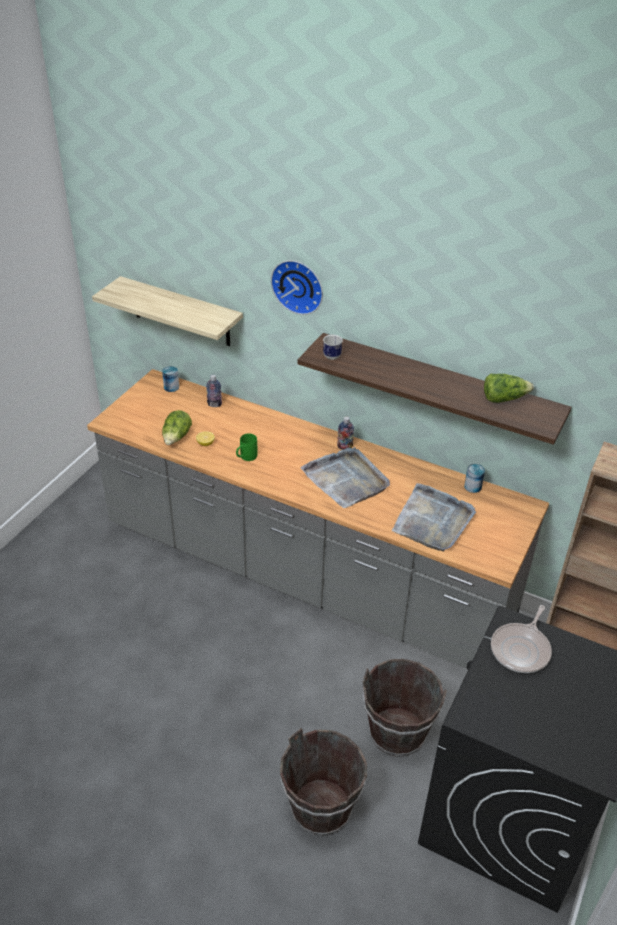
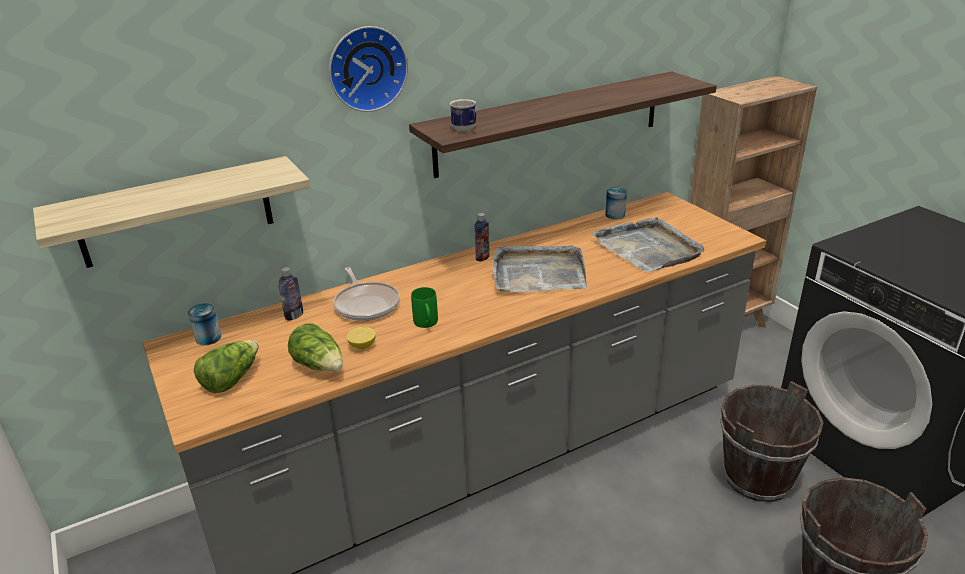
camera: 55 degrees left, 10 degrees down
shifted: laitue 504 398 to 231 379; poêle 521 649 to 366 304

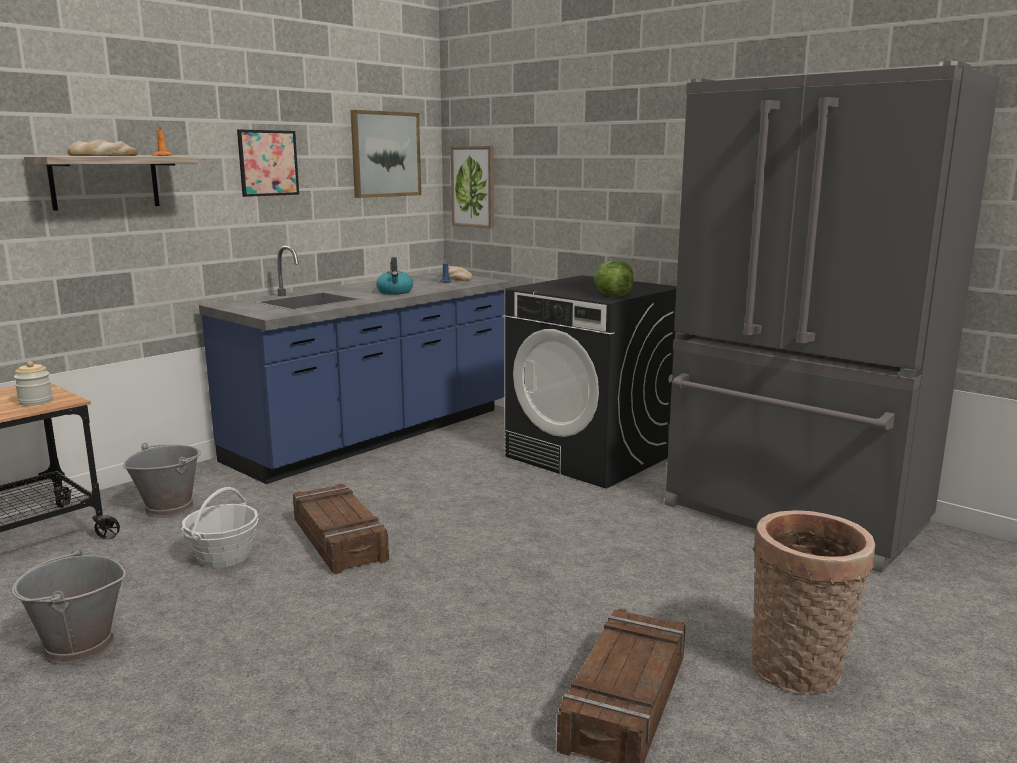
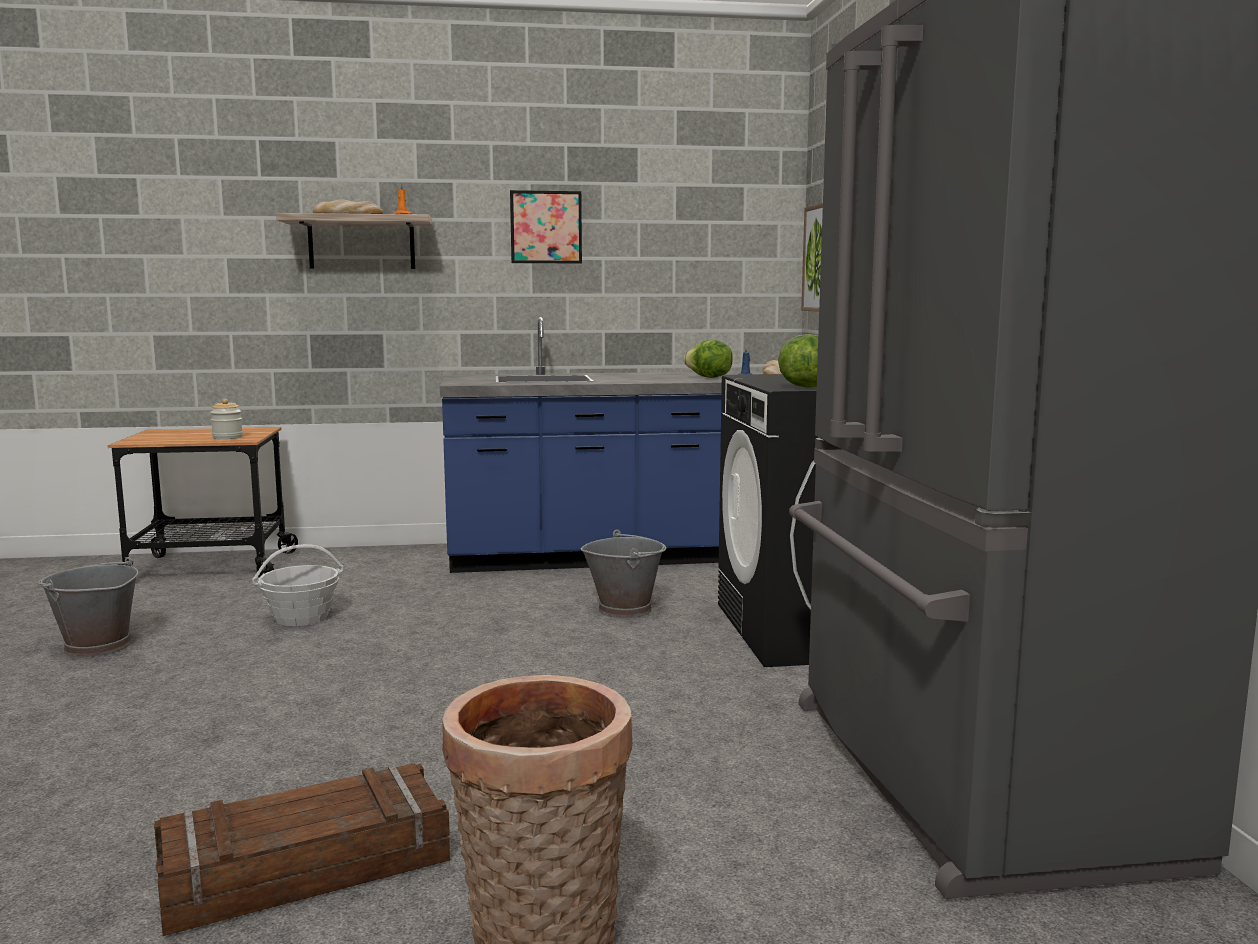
camera: 40 degrees right, 5 degrees down
gone: caisse 340 539; tableau 385 154; bouilloire 395 292
new: laitue 709 378
shifted: seau/gris 169 508 to 625 609

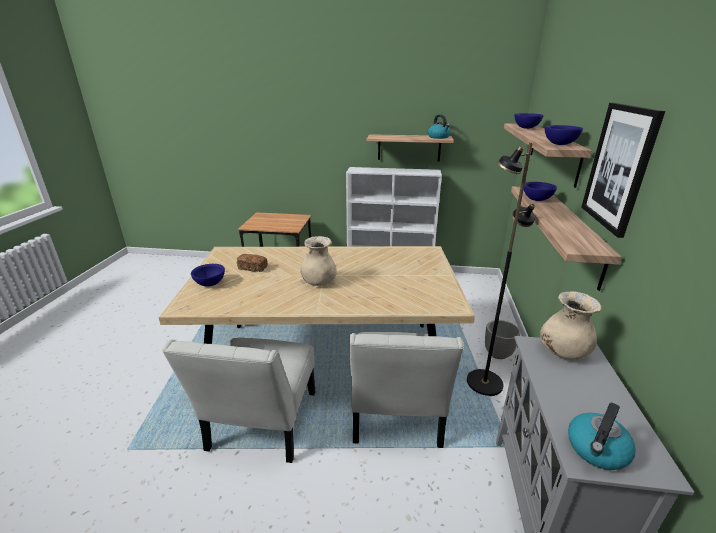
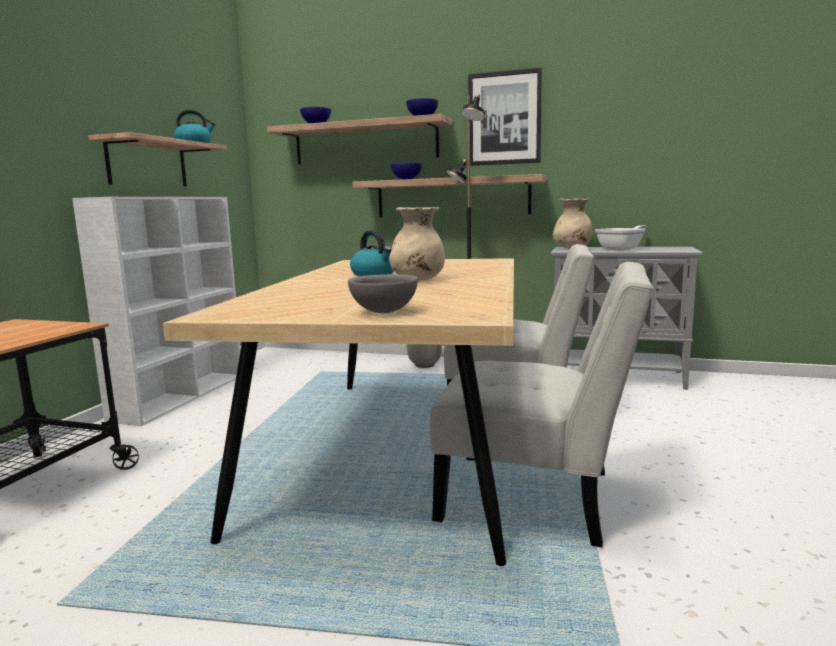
camera: 80 degrees left, 15 degrees down
gone: pain 253 268
new: poêle 622 249
shifted: bouilloire 596 450 to 374 274
repainted: bol/bleu 210 284 to bol/gris 383 312

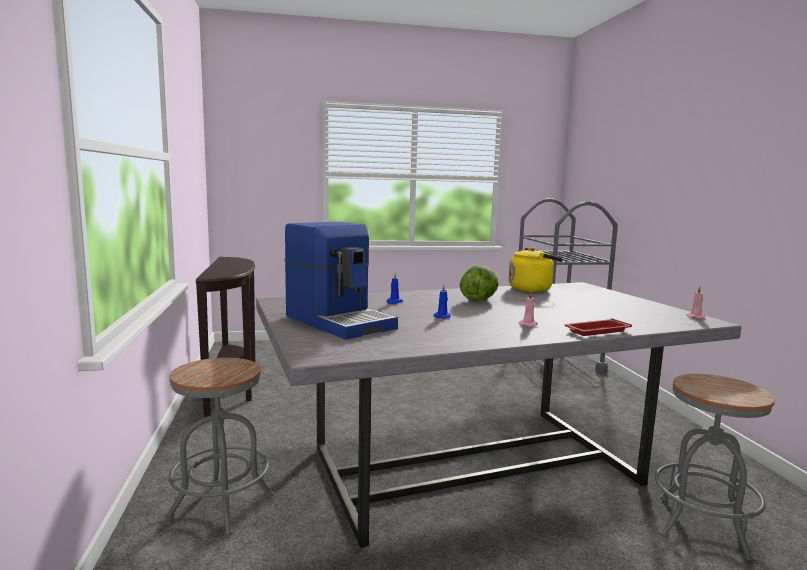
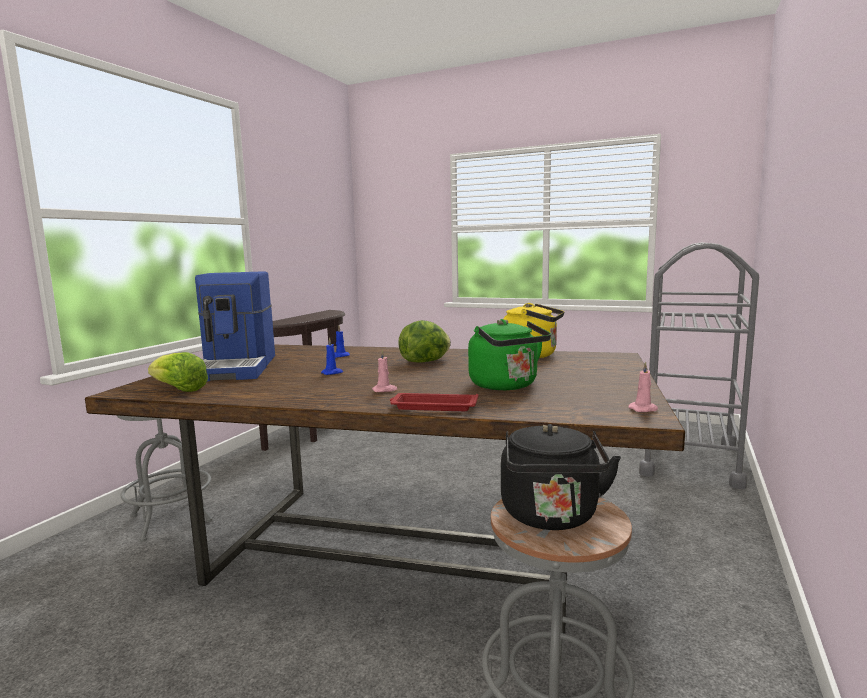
camera: 35 degrees right, 0 degrees up
new: laitue 179 389; bouilloire/vert 506 386; bouilloire/noir 551 517
repainted: table à manger/gris 477 465 to table à manger/marron 403 550

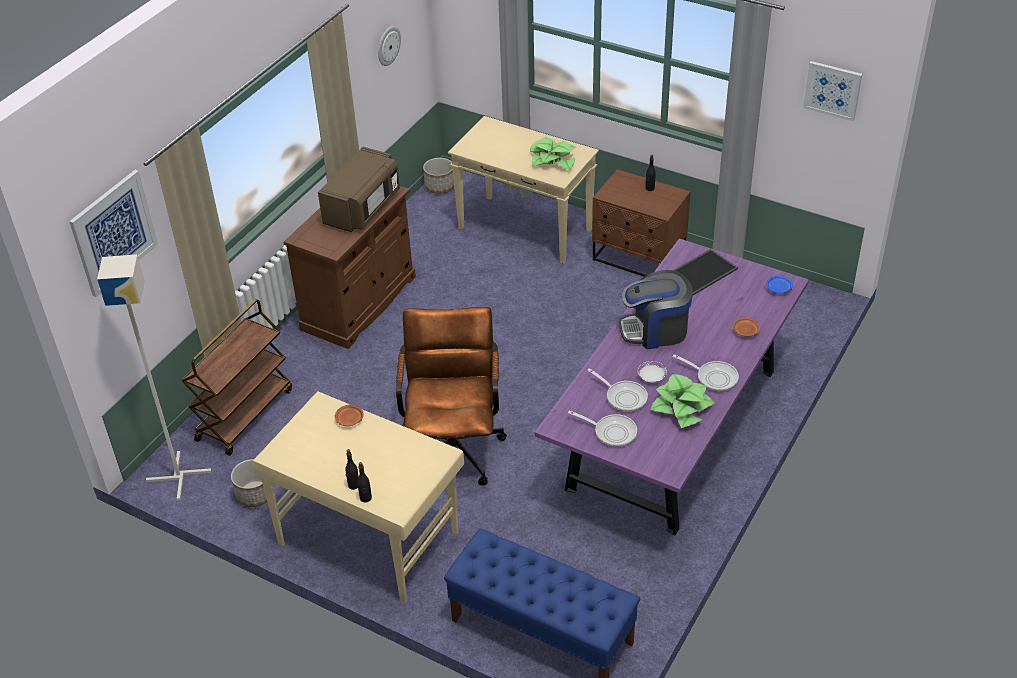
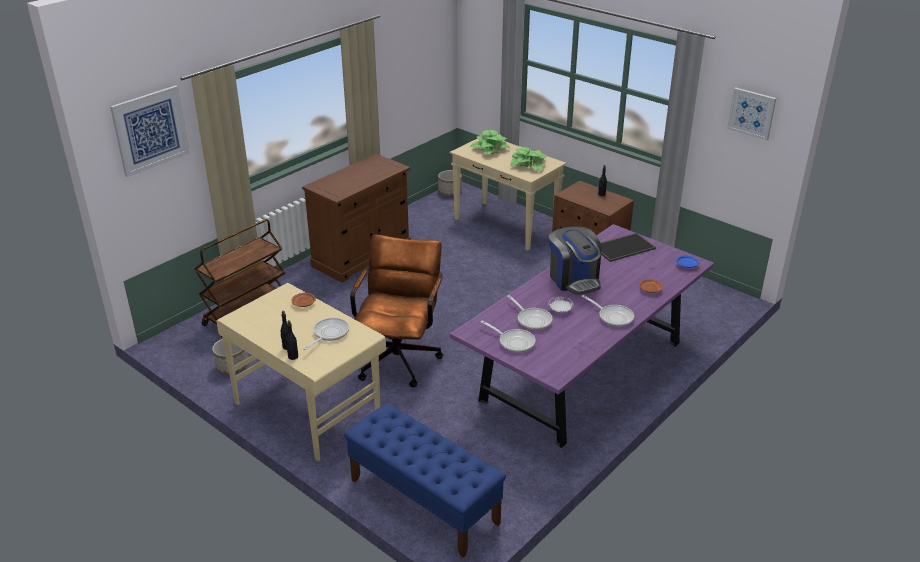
camera: 10 degrees right, 10 degrees down
gone: lampadaire/gris 179 475; micro-ondes/marron 363 208; horloge murale 388 45
new: poêle 329 334
shifted: plante en pot 681 407 to 490 149
rotated: machine à café 655 330 = 574 279 120 degrees counterclockwise

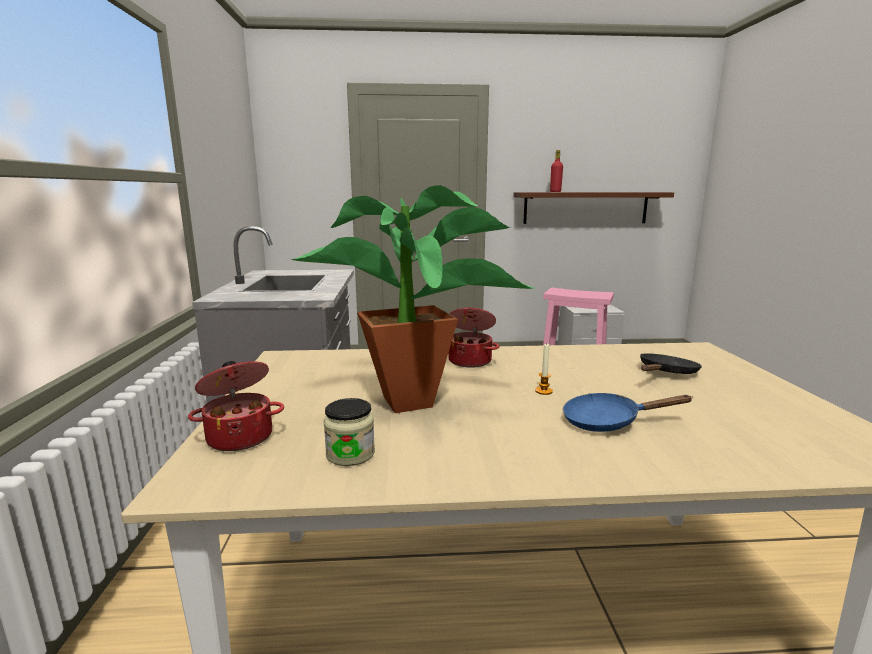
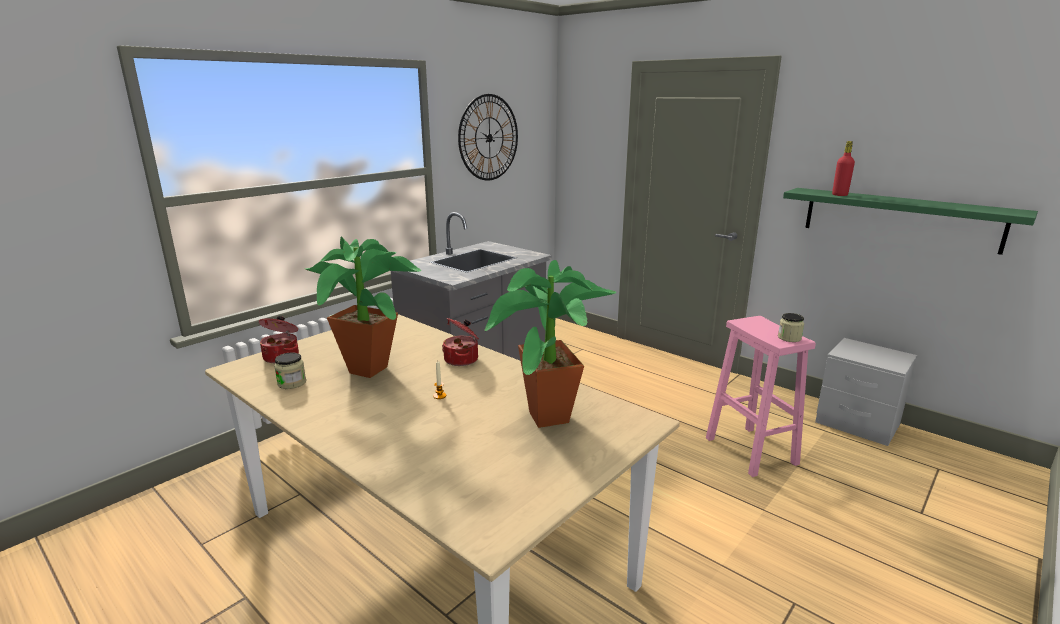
camera: 45 degrees right, 5 degrees up
gone: poêle/bleu 607 422
new: horloge murale 489 138; bocal 789 338
swapped: poêle/noir 666 373 to plante en pot 547 422
repainted: étagère/marron 585 207 to étagère/vert 899 219

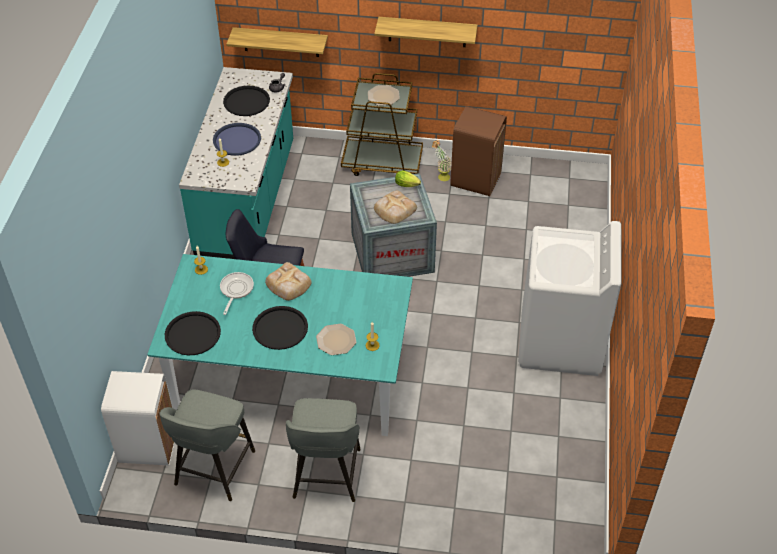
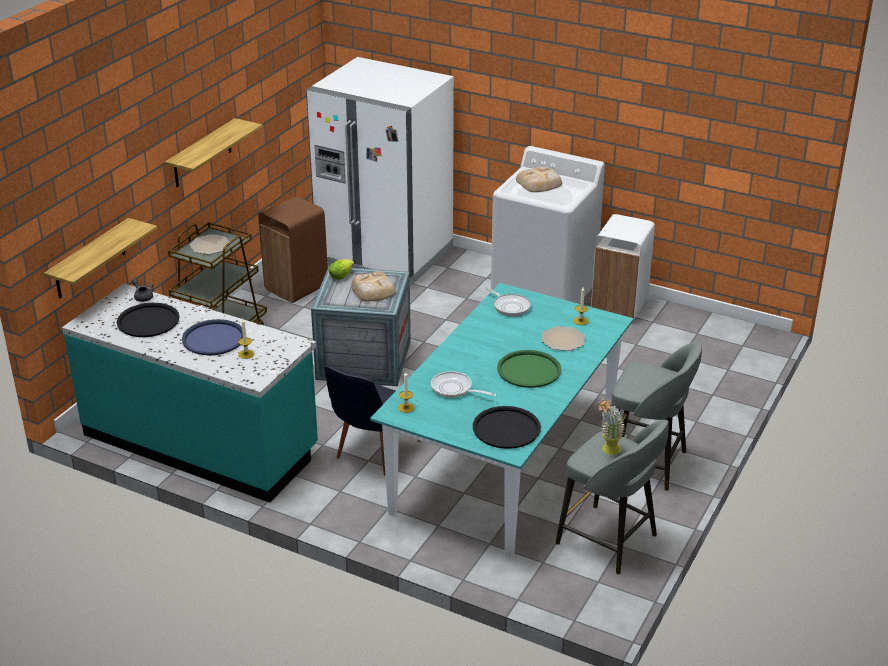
camera: 70 degrees left, 15 degrees down
new: réfrigérateur/blanc 385 255; poêle 510 306
shifted: pain 288 284 to 540 183; poubelle/blanc 148 446 to 620 306; plante en pot 440 176 to 608 451
repainted: plateau/noir 280 328 to plateau/vert 529 370

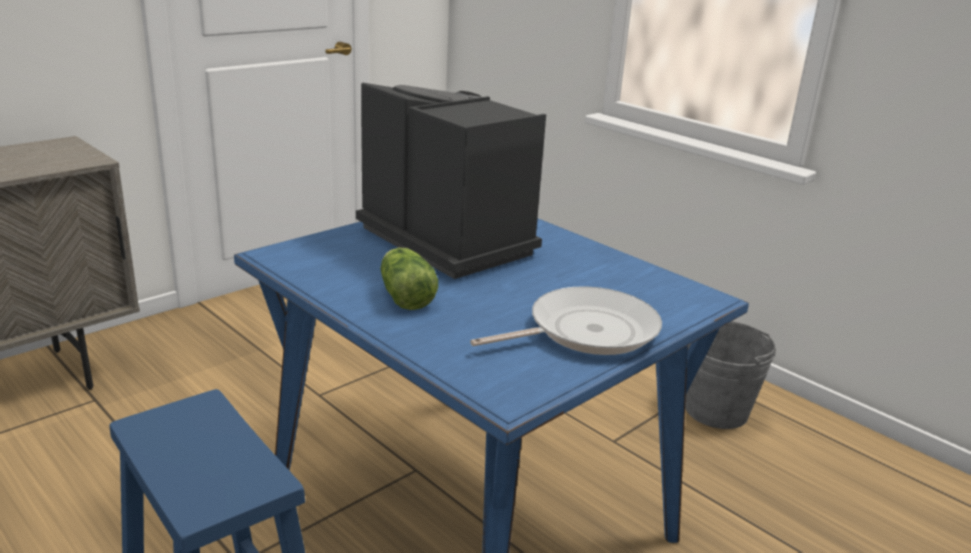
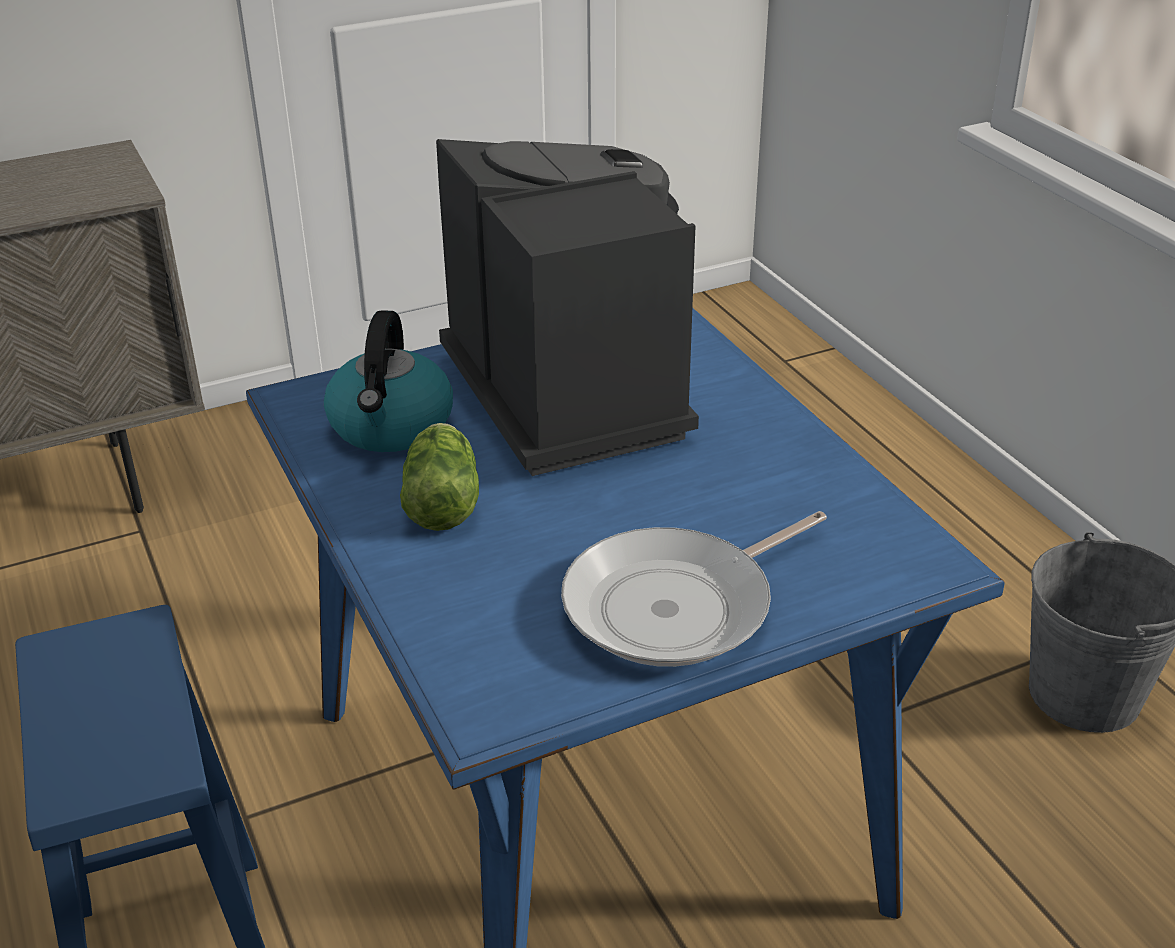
camera: 20 degrees right, 10 degrees up
new: bouilloire 391 426
rotated: poêle 585 331 = 678 606 150 degrees clockwise

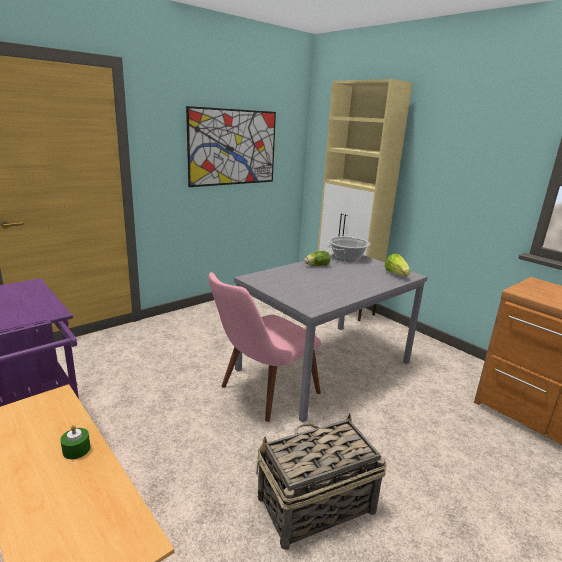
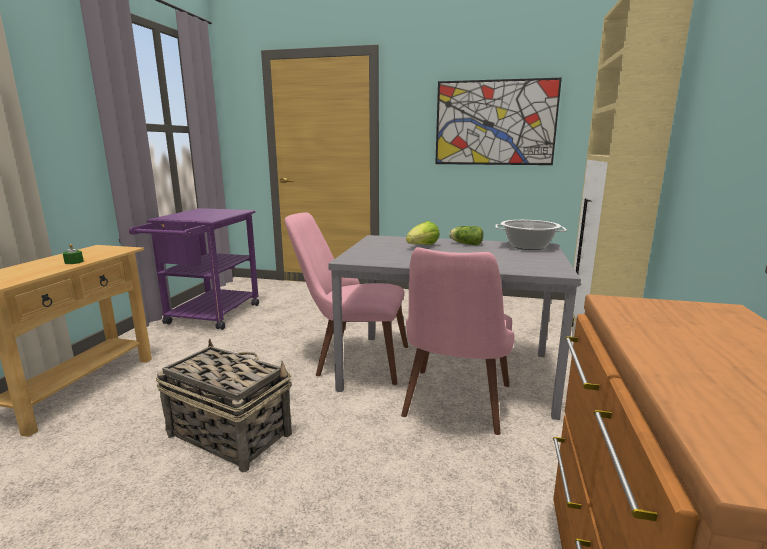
camera: 55 degrees right, 5 degrees down
new: chaise/rose 454 408
shifted: laitue 396 274 to 422 246

